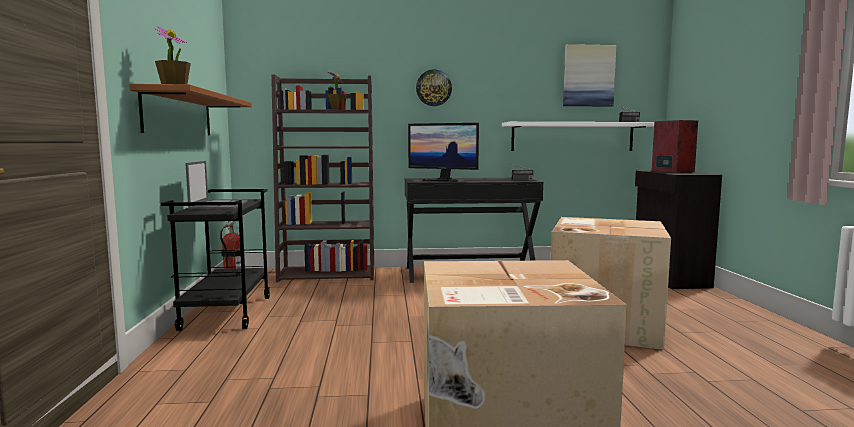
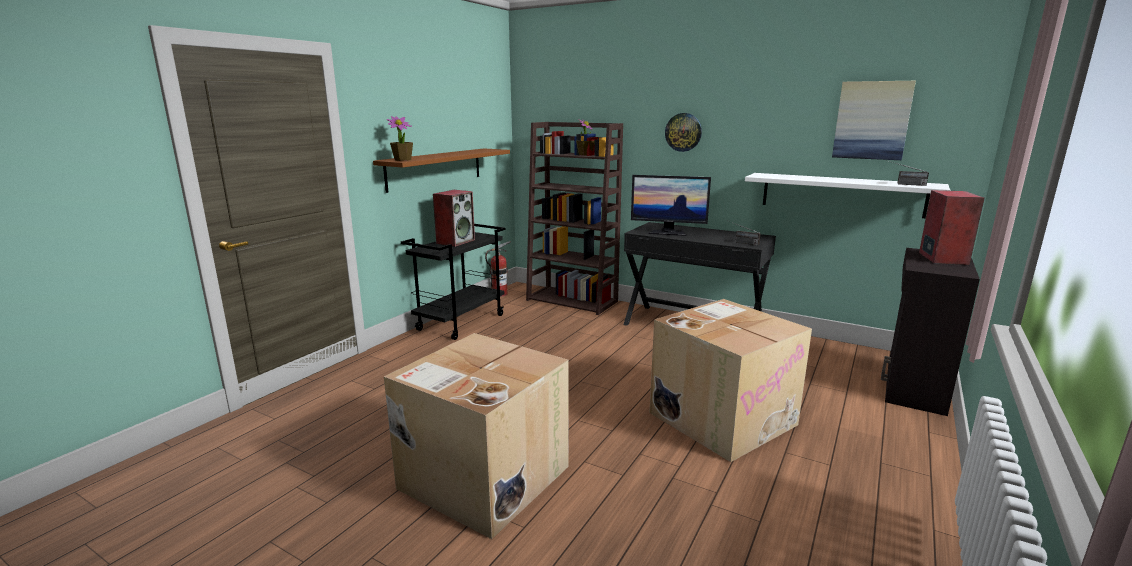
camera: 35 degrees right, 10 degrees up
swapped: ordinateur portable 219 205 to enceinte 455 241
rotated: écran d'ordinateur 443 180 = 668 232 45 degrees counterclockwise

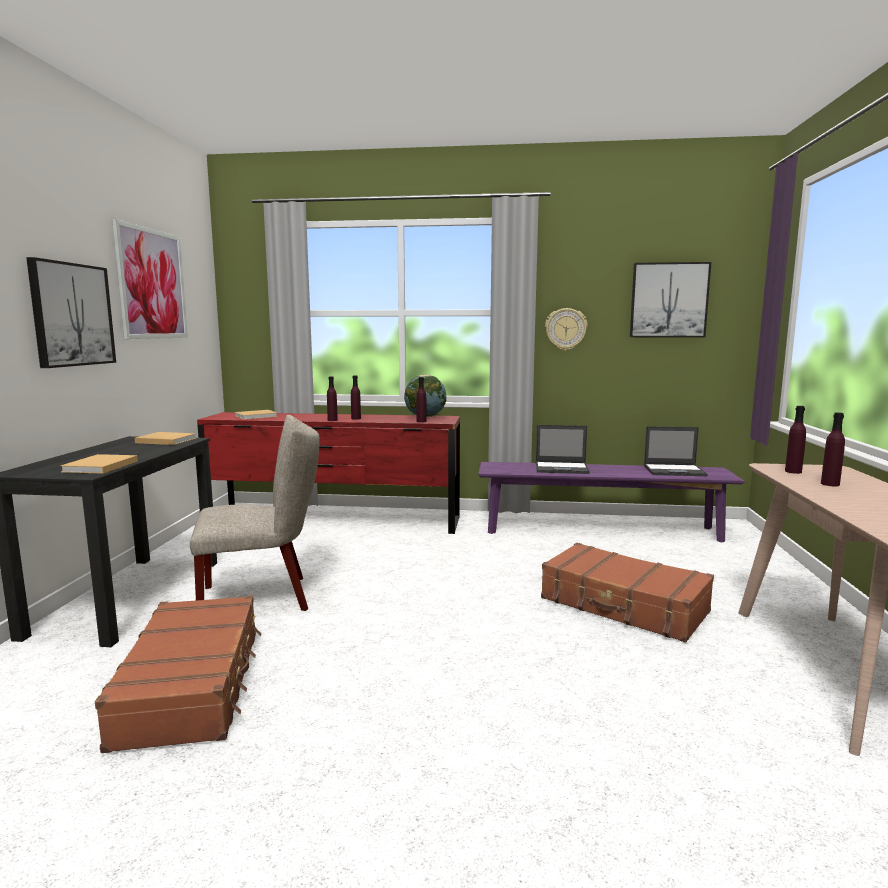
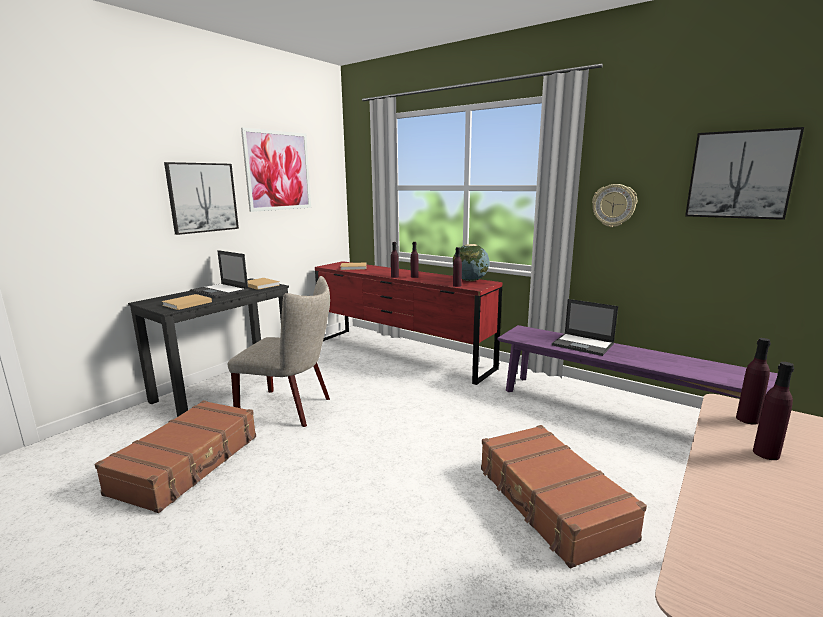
camera: 30 degrees right, 5 degrees up
shifted: ordinateur portable 675 470 to 220 291

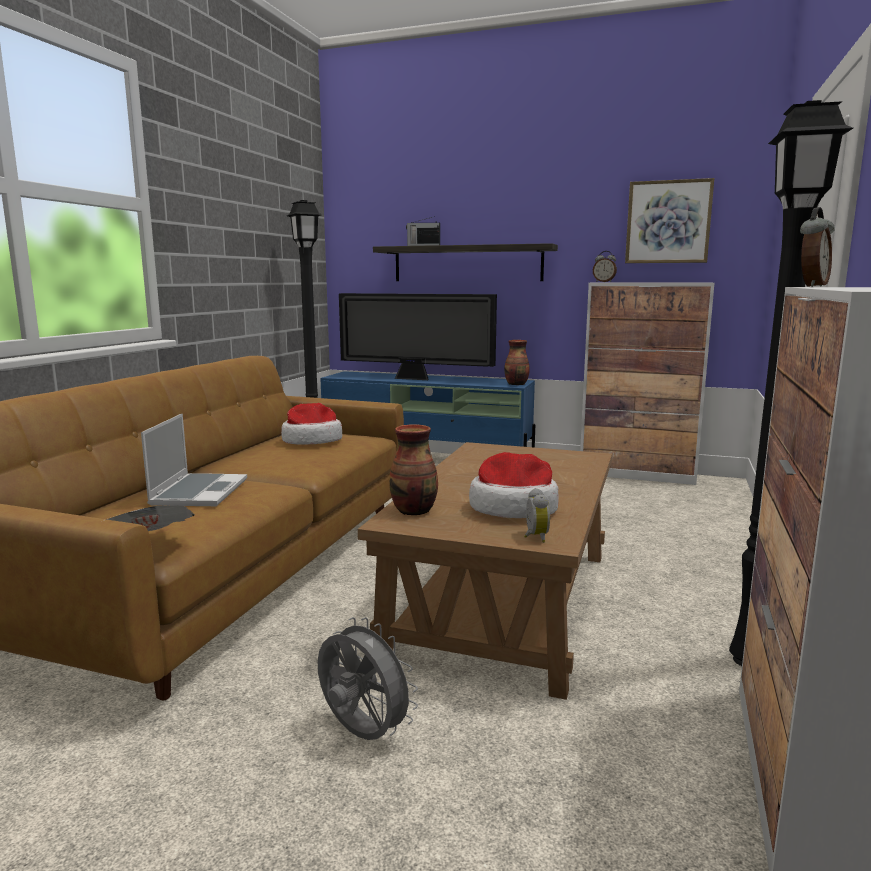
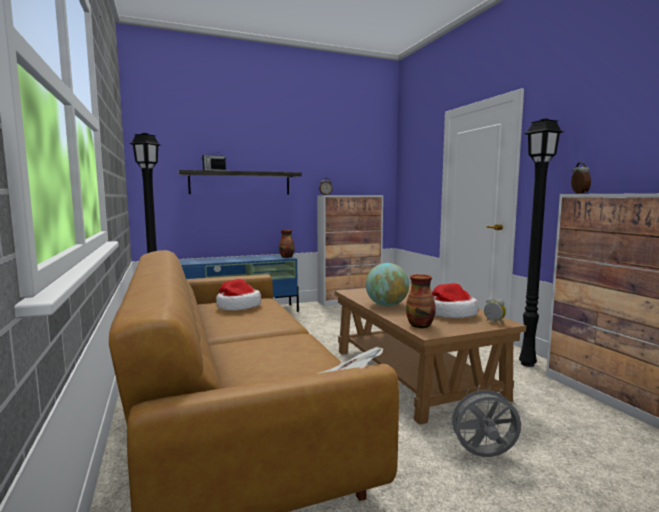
camera: 40 degrees left, 5 degrees down
gone: ordinateur portable 199 492; téléviseur 415 379; tableau 668 222
new: globe 386 305

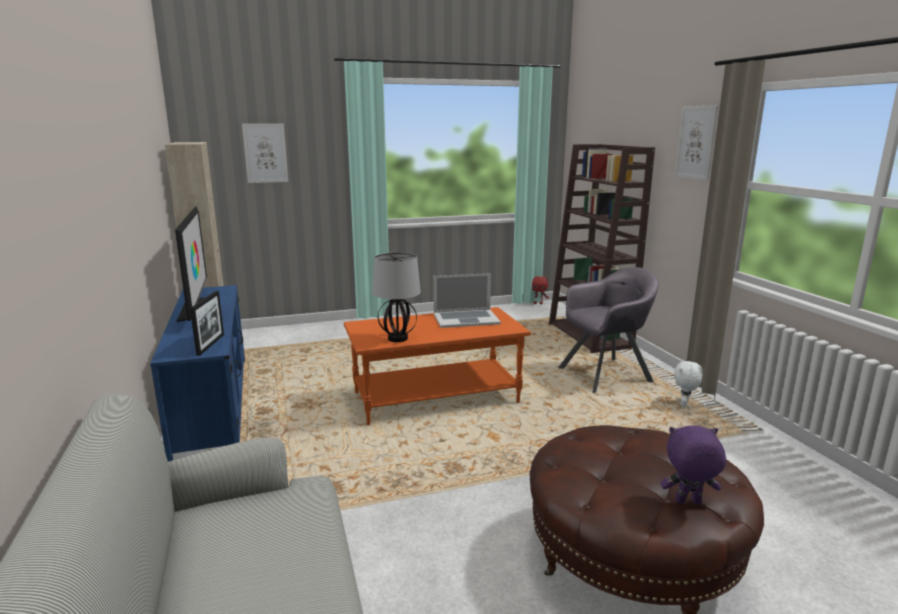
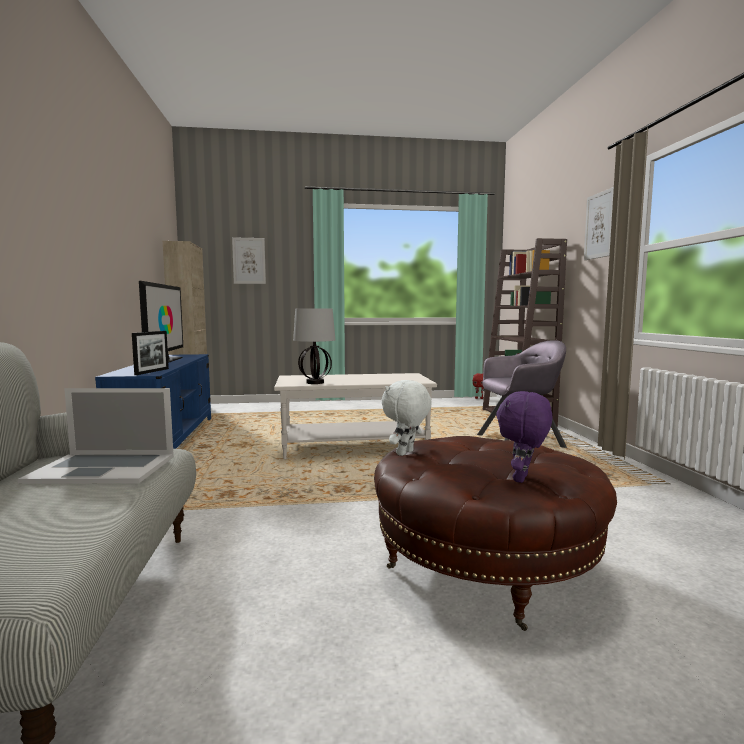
camera: 10 degrees right, 10 degrees down
shifted: ordinateur portable 466 318 to 103 469; peluche/blanc 684 404 to 406 453
repainted: table basse/orange 436 397 to table basse/blanc 354 446
rotated: peluche/violet 688 503 = 522 479 75 degrees counterclockwise

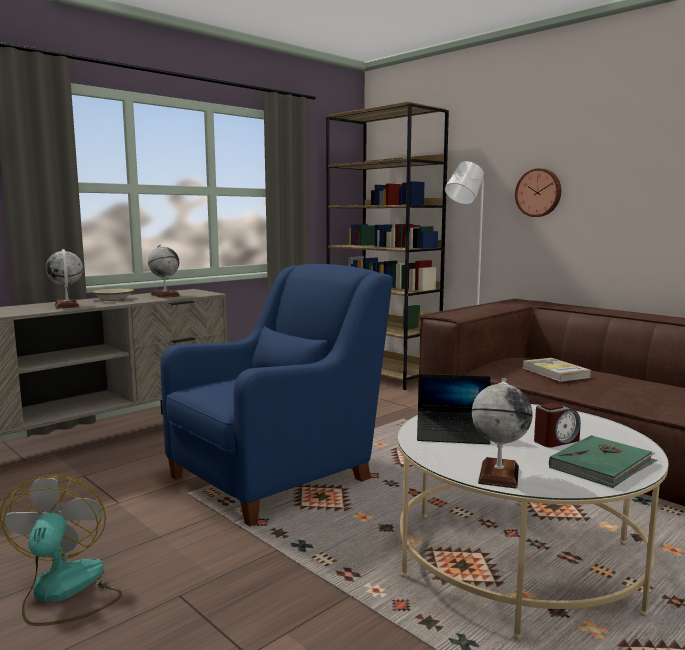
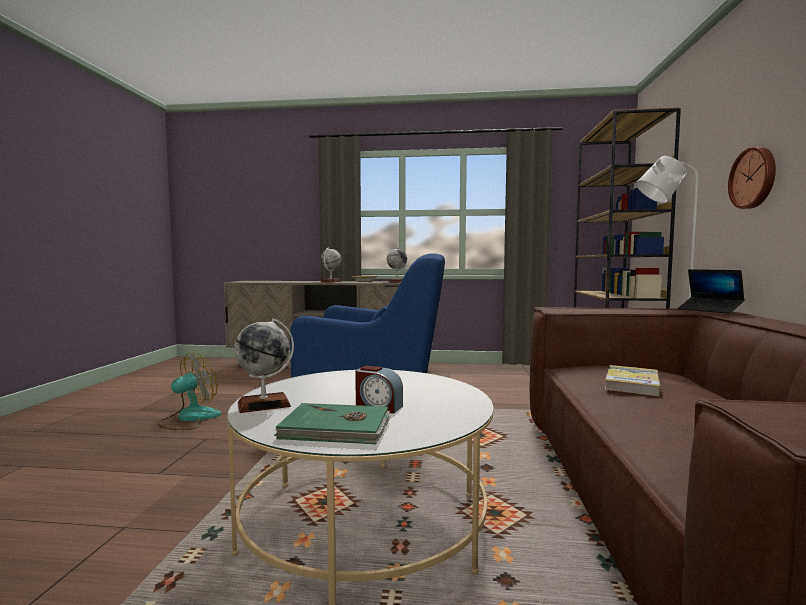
camera: 50 degrees right, 5 degrees down
shifted: ordinateur portable 452 434 to 709 310

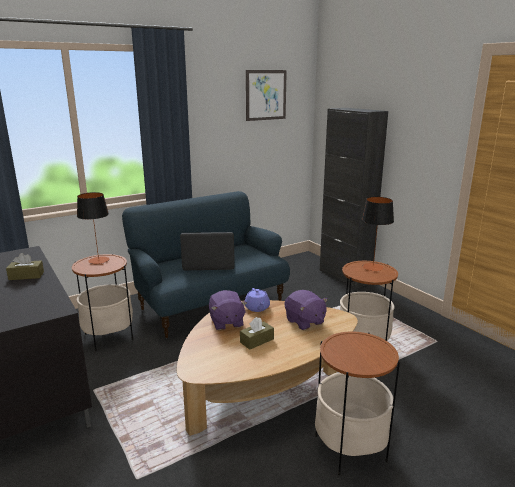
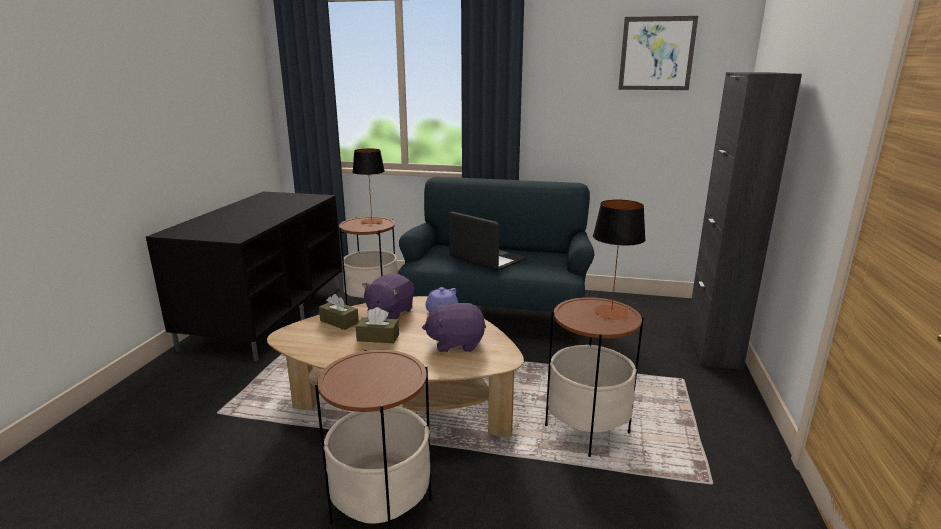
camera: 45 degrees right, 0 degrees up
shifted: boîte à mouchoirs/marron 26 276 to 339 322
rotated: peluche/violet 304 321 = 456 343 75 degrees clockwise

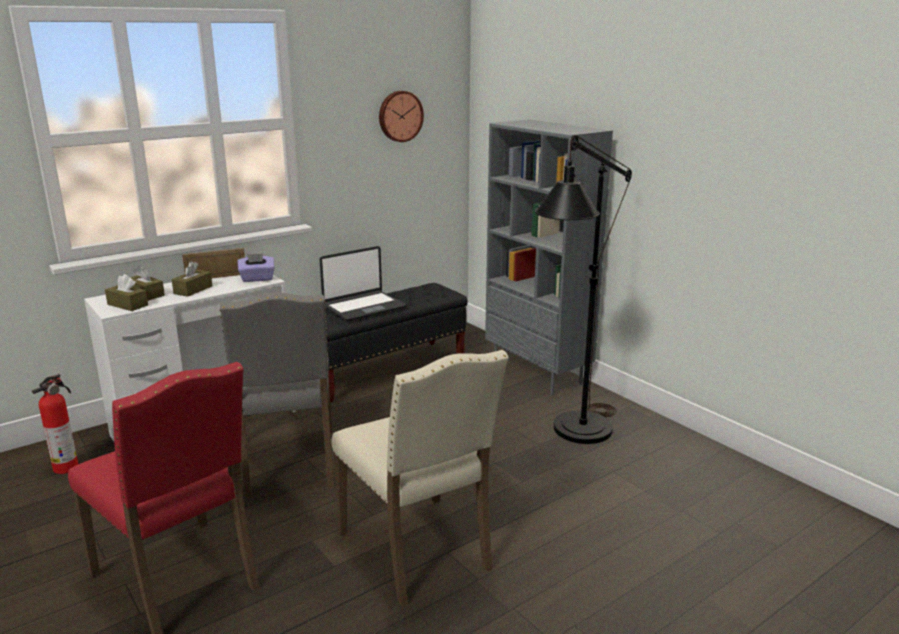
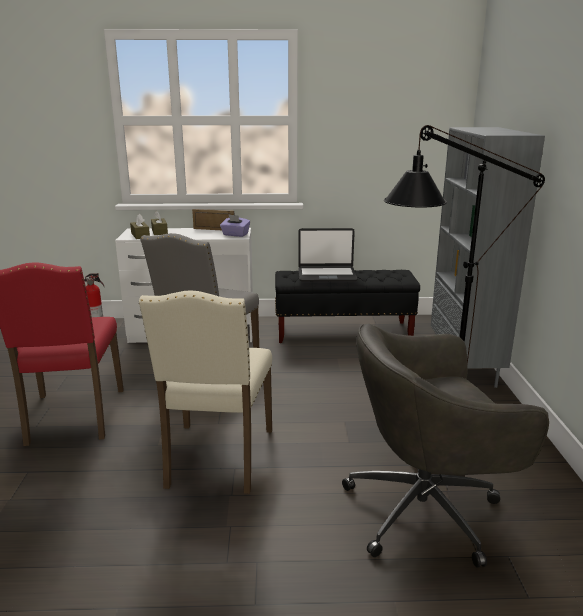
camera: 35 degrees right, 0 degrees up
gone: boîte à mouchoirs/marron 193 290; horloge murale 400 116
new: chaise de bureau/gris 426 510

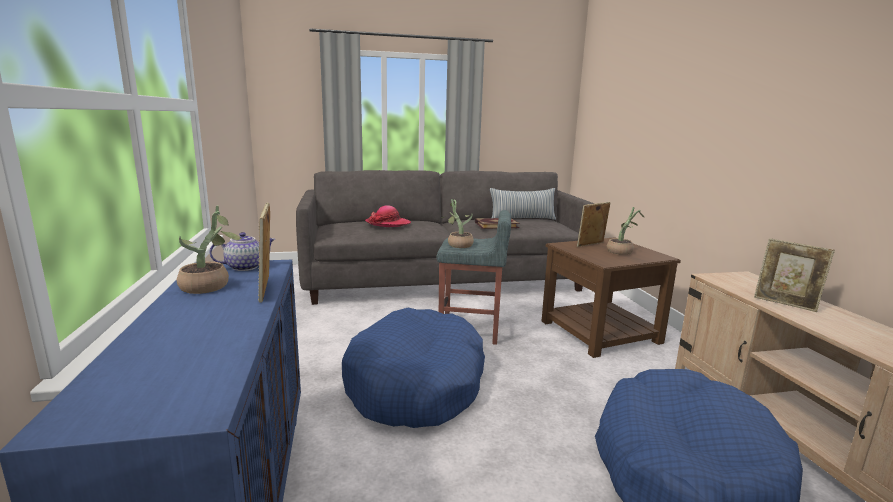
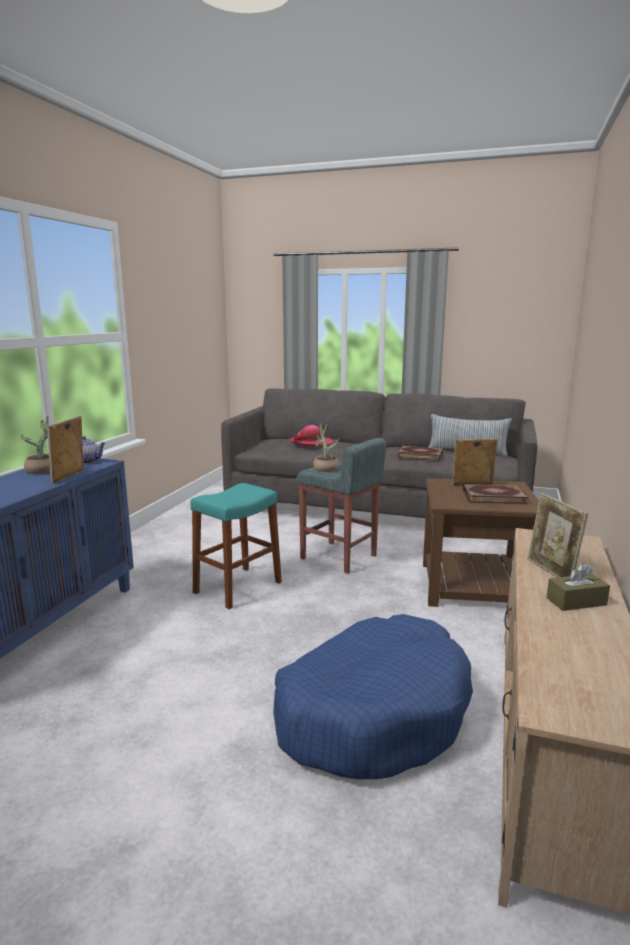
camera: 30 degrees right, 0 degrees up
new: boîte à mouchoirs/marron 576 601
swapped: panier pour chien/bleu 416 384 to tabouret/turquoise 238 587; plante en pot 622 251 to livre 493 496

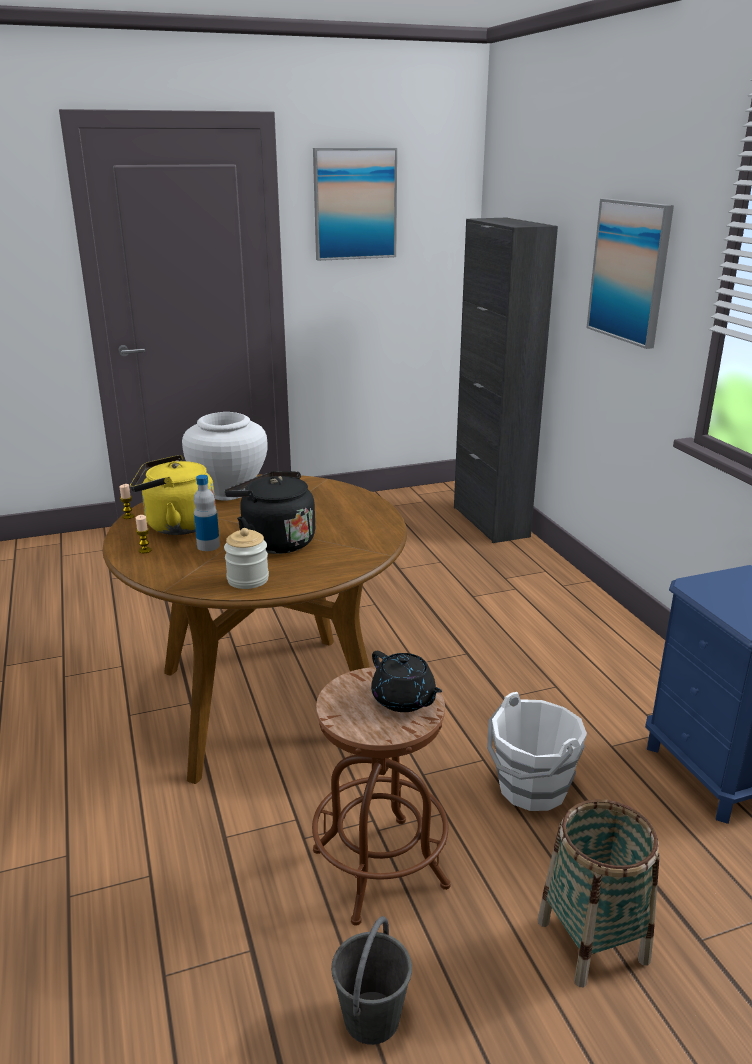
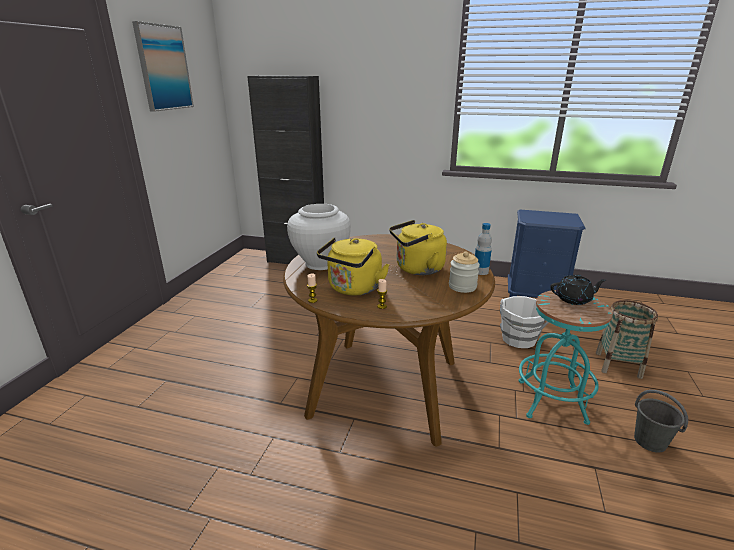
camera: 55 degrees left, 0 degrees up
gone: tableau 630 271
shifted: bouteille 208 546 to 480 271
repainted: bouilloire/noir 274 542 to bouilloire/jaune 417 269; tabouret/marron 380 868 to tabouret/turquoise 551 401

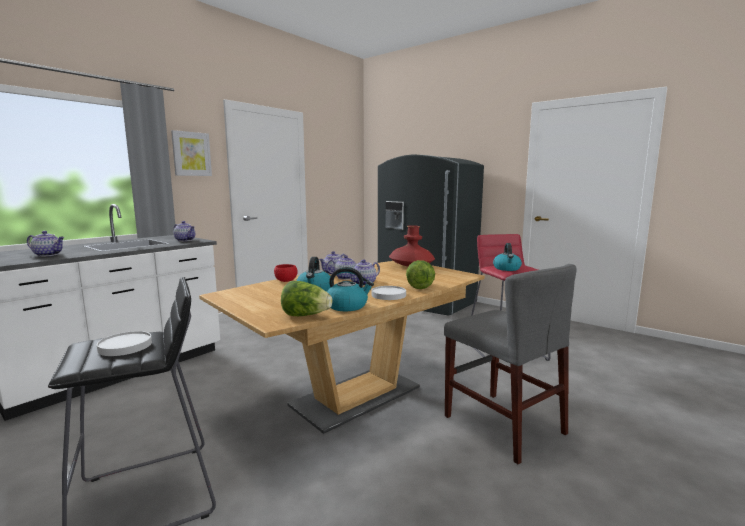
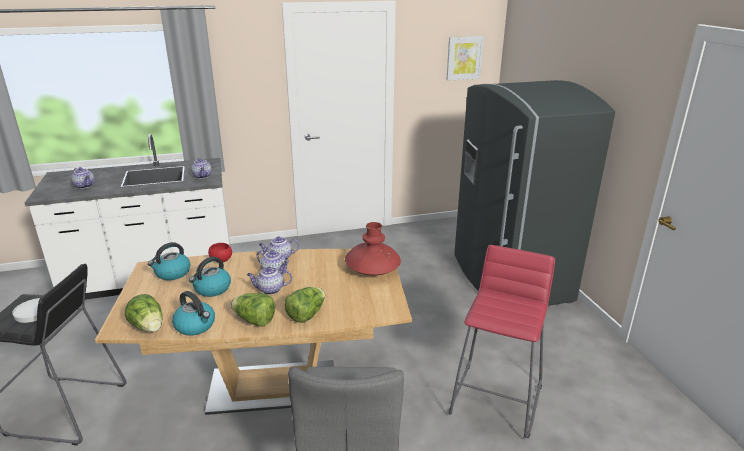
camera: 35 degrees right, 15 degrees up
shifted: bouilloire 507 268 to 172 273; tableau 191 154 to 464 58
swapped: assiette/blanc 389 295 to laitue 254 321

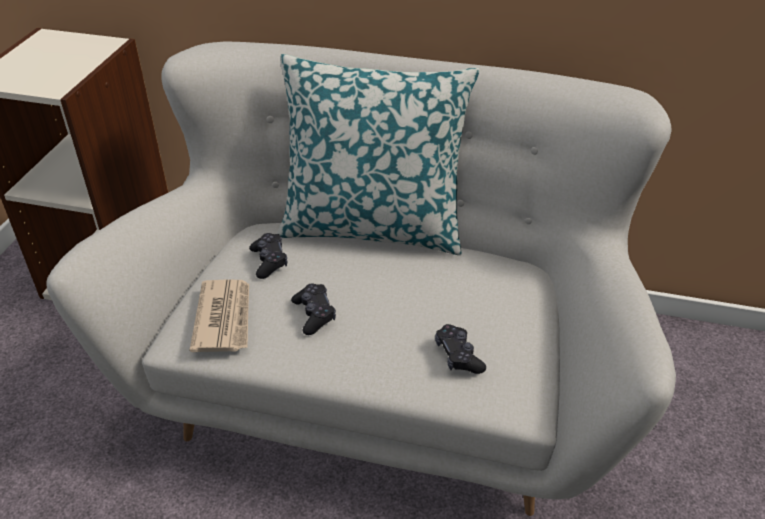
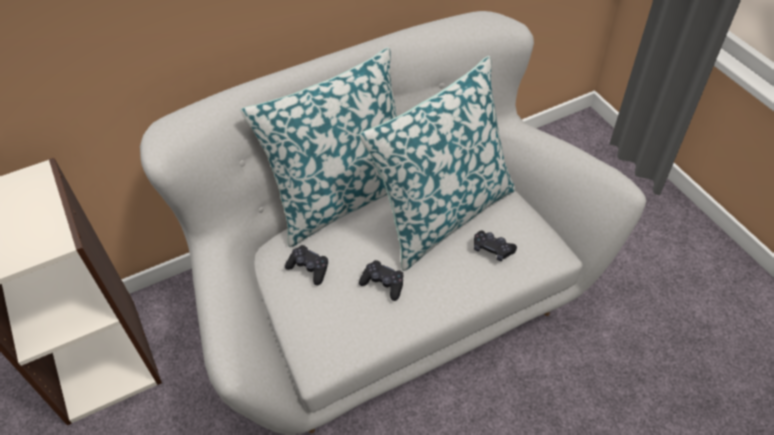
camera: 40 degrees left, 10 degrees up
gone: journal 224 318
new: coussin 442 213

